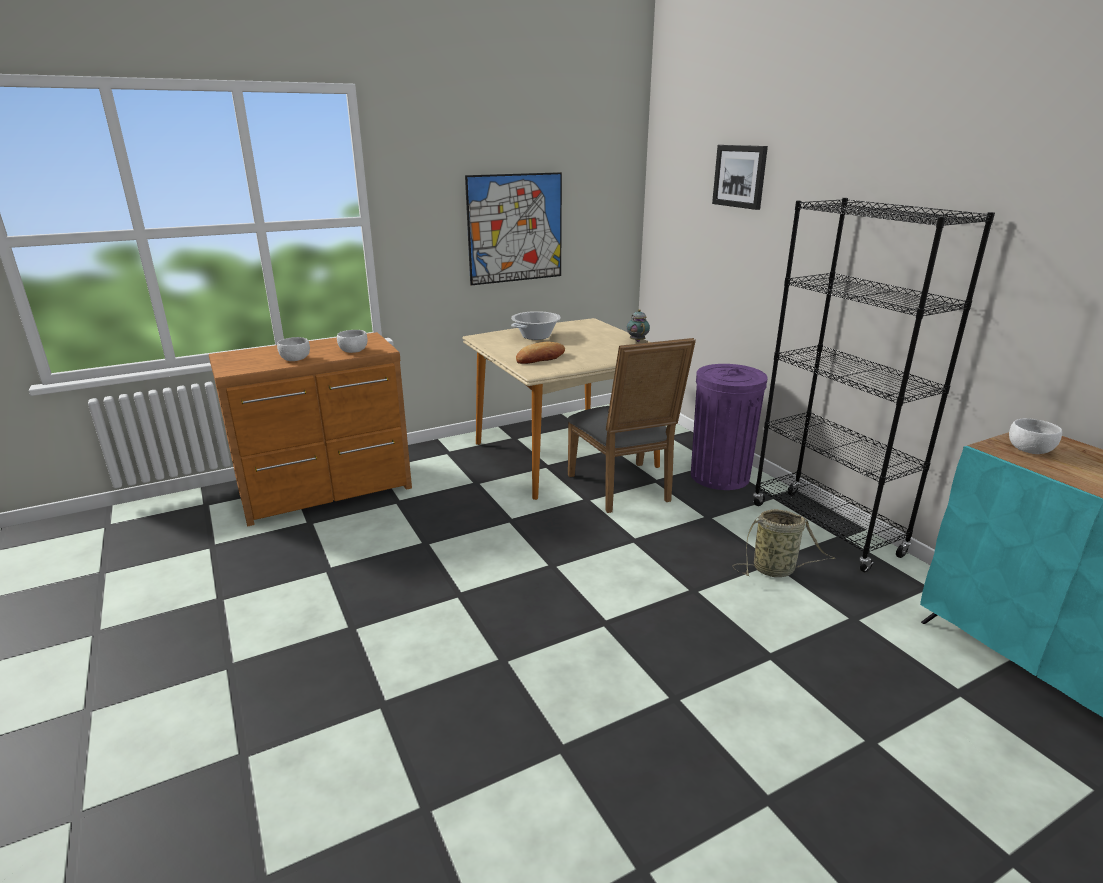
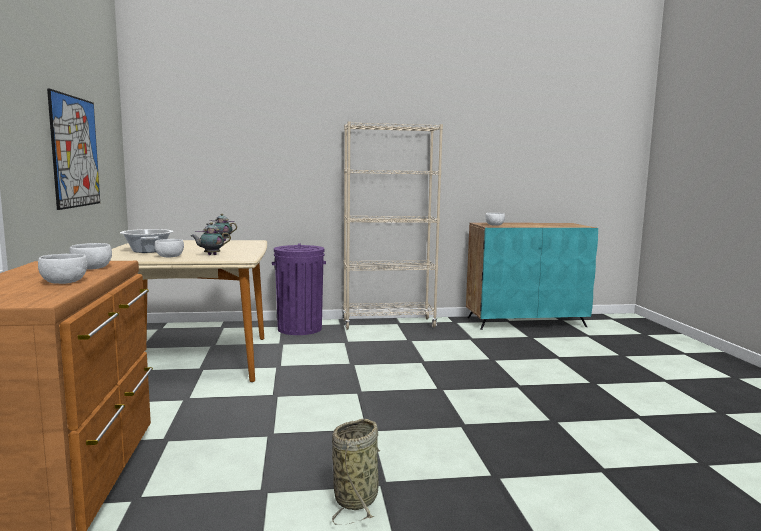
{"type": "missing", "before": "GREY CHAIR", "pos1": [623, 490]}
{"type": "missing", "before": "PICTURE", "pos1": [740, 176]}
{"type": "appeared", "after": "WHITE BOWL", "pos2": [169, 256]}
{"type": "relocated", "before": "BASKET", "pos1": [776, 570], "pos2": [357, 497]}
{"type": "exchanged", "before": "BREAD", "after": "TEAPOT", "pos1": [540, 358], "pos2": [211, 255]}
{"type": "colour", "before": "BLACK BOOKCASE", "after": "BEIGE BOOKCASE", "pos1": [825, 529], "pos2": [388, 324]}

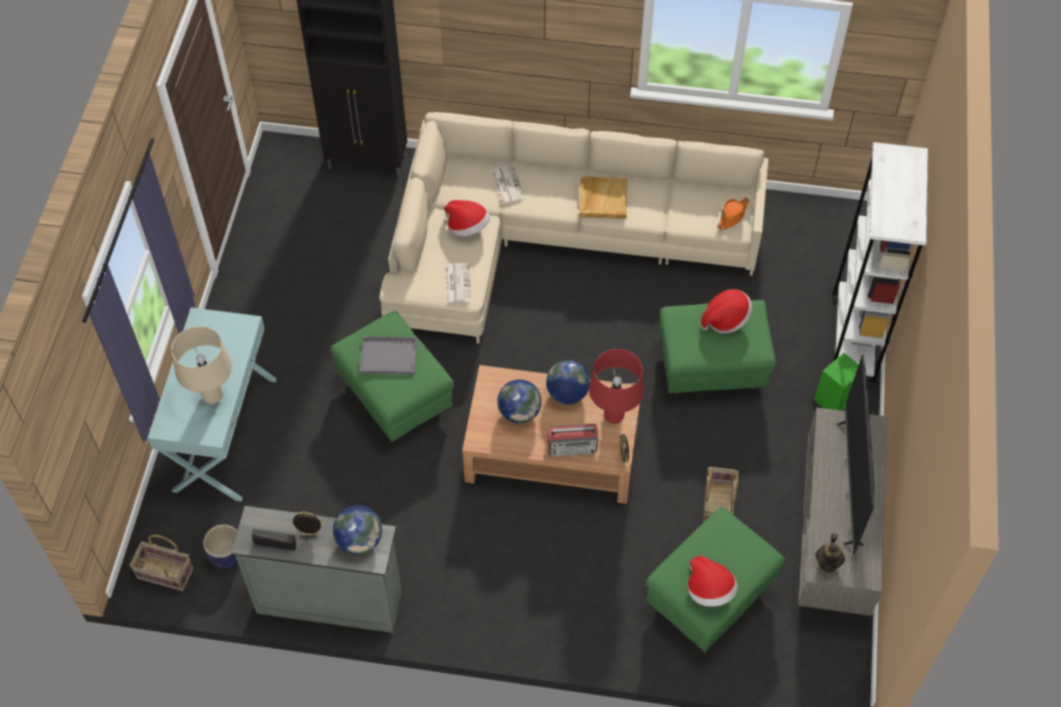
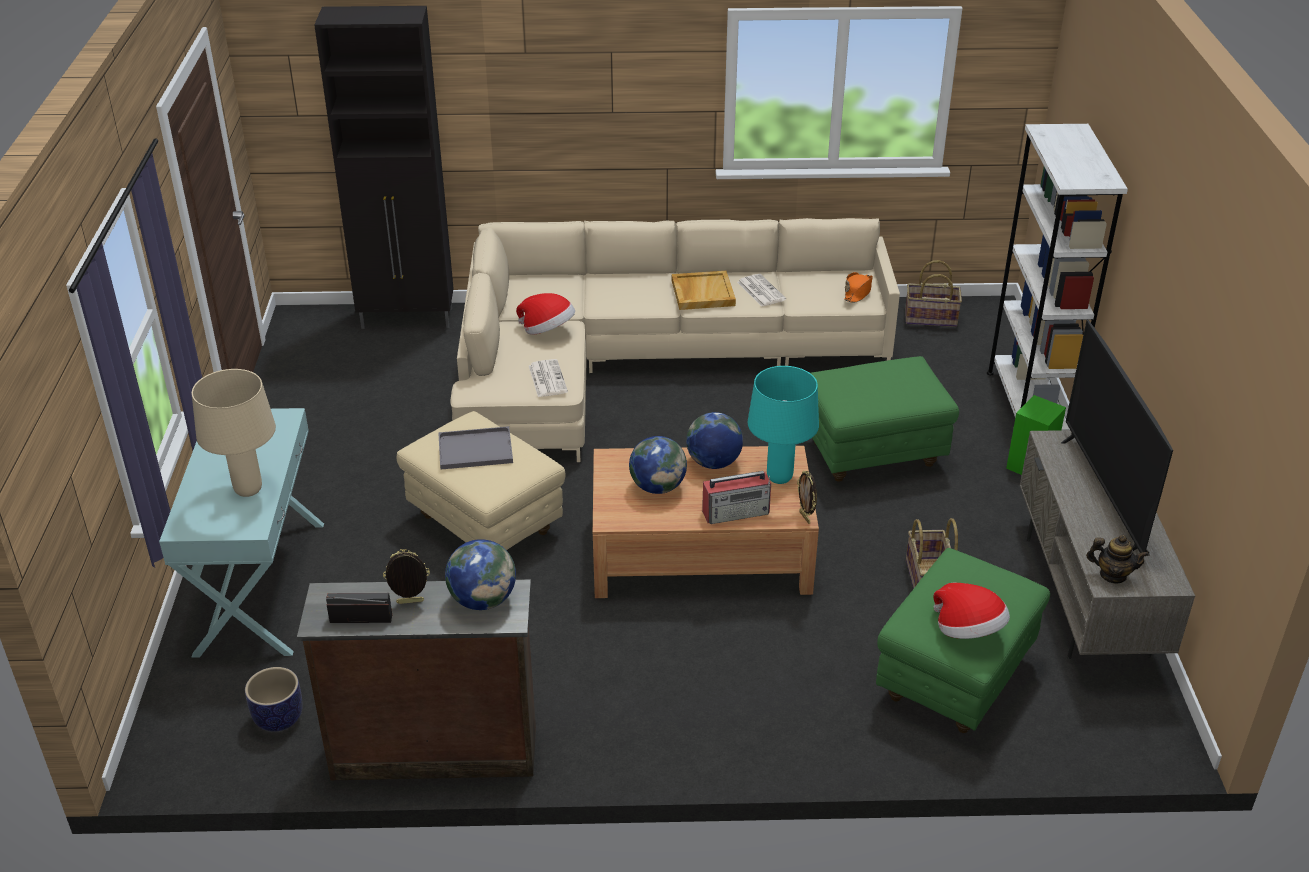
{"type": "missing", "before": "HAT", "pos1": [725, 319]}
{"type": "relocated", "before": "BASKET", "pos1": [164, 574], "pos2": [930, 319]}
{"type": "relocated", "before": "NEWSPAPER", "pos1": [507, 184], "pos2": [760, 291]}
{"type": "colour", "before": "GREY DRESSER", "after": "BROWN DRESSER", "pos1": [329, 600], "pos2": [434, 750]}
{"type": "colour", "before": "GREEN OTTOMAN", "after": "BEIGE OTTOMAN", "pos1": [395, 397], "pos2": [484, 524]}
{"type": "colour", "before": "RED TABLE LAMP", "after": "TURQUOISE TABLE LAMP", "pos1": [614, 417], "pos2": [780, 478]}
{"type": "spun", "before": "TEAPOT", "pos1": [828, 563], "pos2": [1112, 575], "turn": -75}

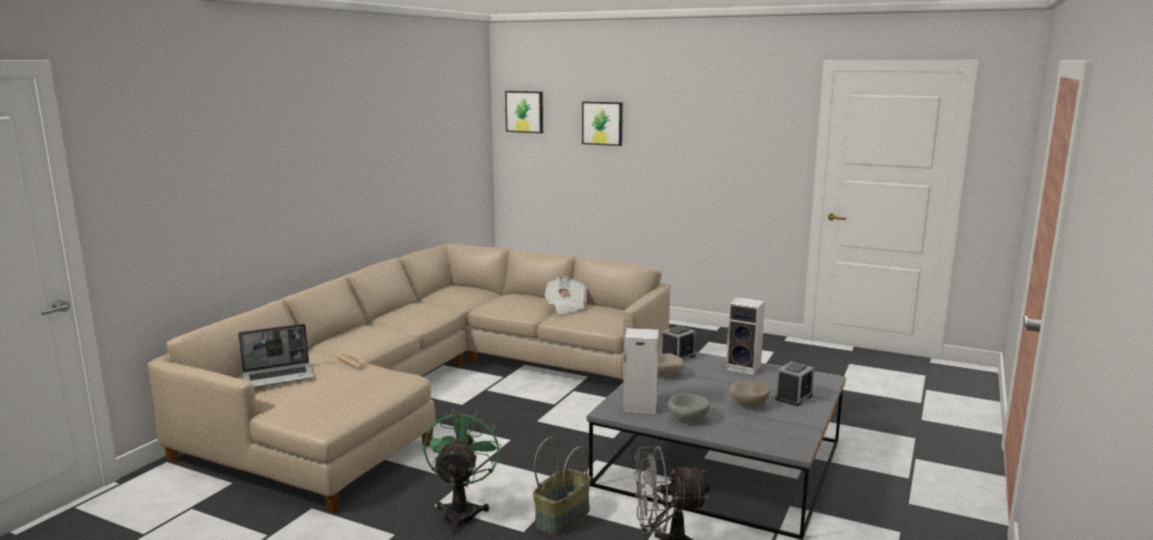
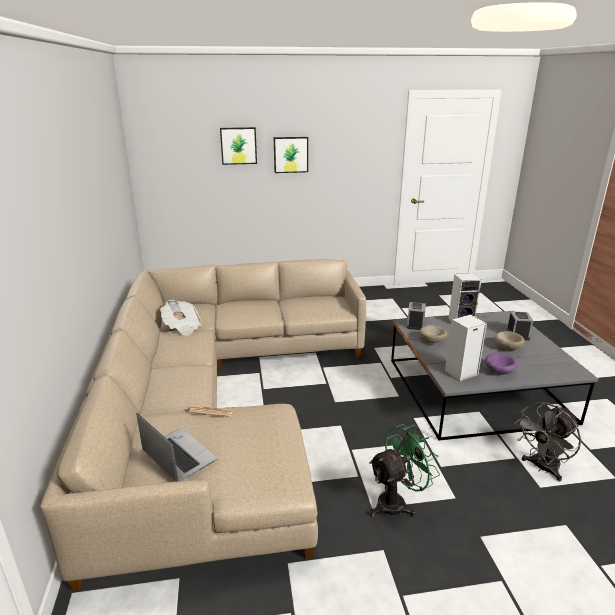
{"type": "missing", "before": "BASKET", "pos1": [562, 517]}
{"type": "relocated", "before": "PICTURE", "pos1": [525, 111], "pos2": [290, 154]}
{"type": "relocated", "before": "NEWSPAPER", "pos1": [565, 307], "pos2": [182, 327]}
{"type": "colour", "before": "GREY BOWL", "after": "PURPLE BOWL", "pos1": [687, 418], "pos2": [498, 371]}
{"type": "spun", "before": "LAPTOP", "pos1": [279, 377], "pos2": [178, 456], "turn": -75}
{"type": "spun", "before": "GREEN FAN", "pos1": [462, 511], "pos2": [397, 502], "turn": 90}

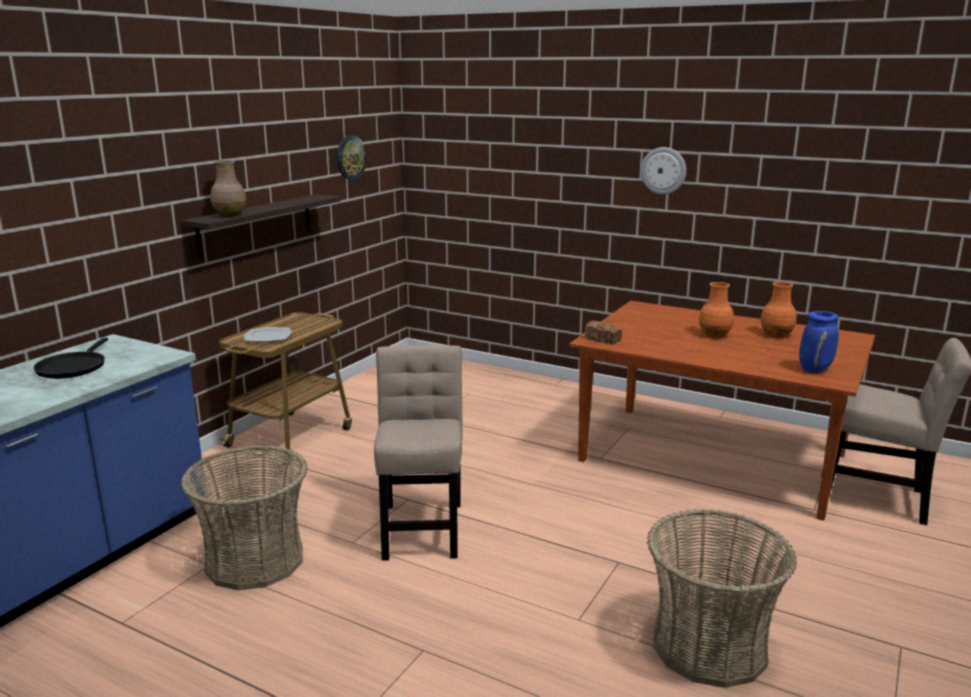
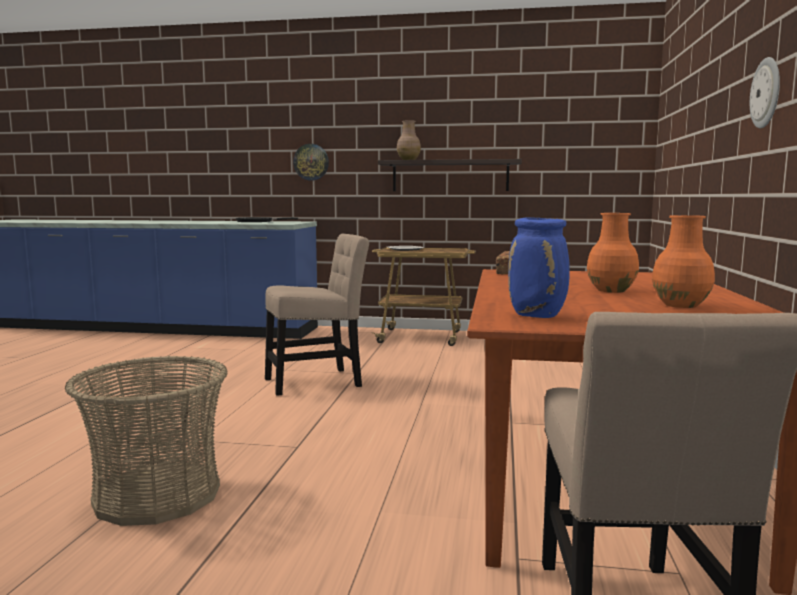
{"type": "missing", "before": "BASKET", "pos1": [254, 560]}
{"type": "relocated", "before": "WALL CLOCK", "pos1": [350, 157], "pos2": [311, 162]}

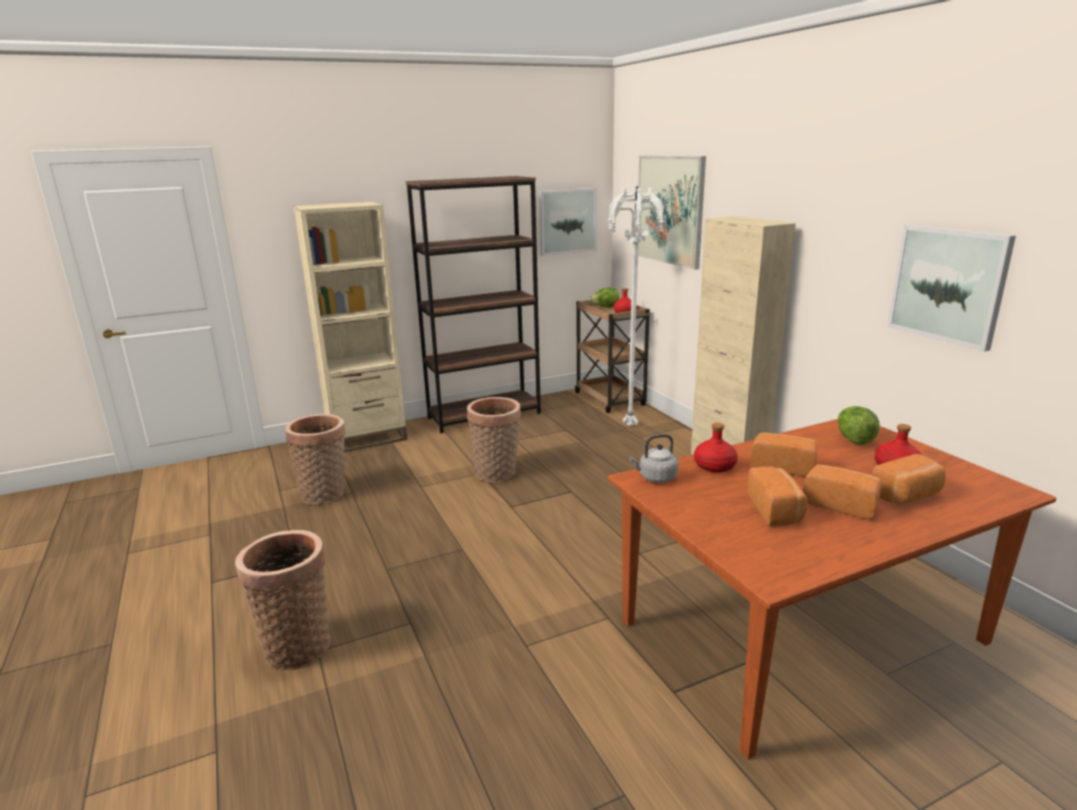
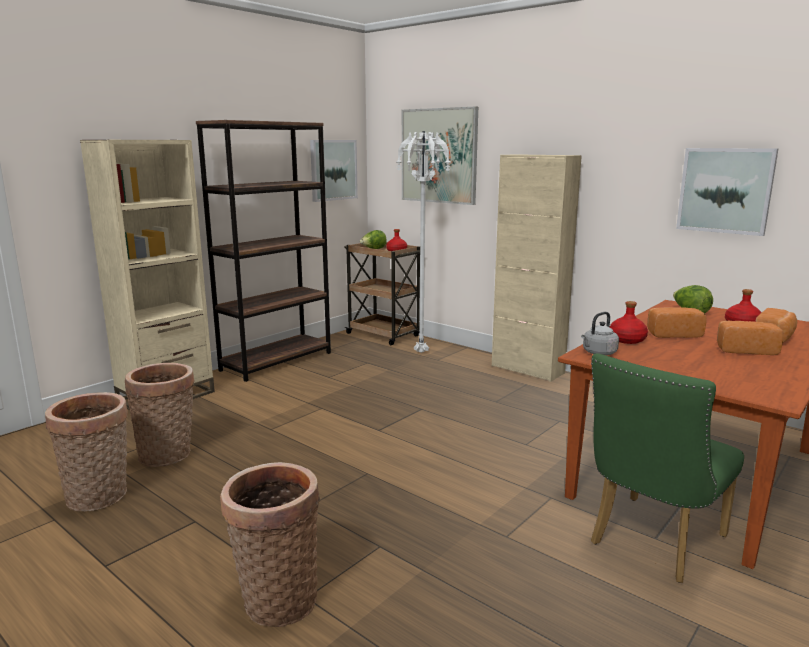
{"type": "missing", "before": "BREAD", "pos1": [776, 510]}
{"type": "appeared", "after": "GREEN CHAIR", "pos2": [651, 542]}
{"type": "relocated", "before": "BASKET", "pos1": [497, 474], "pos2": [100, 497]}

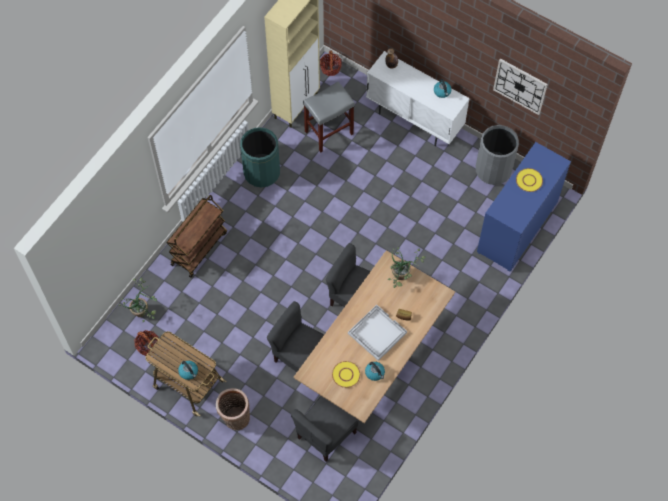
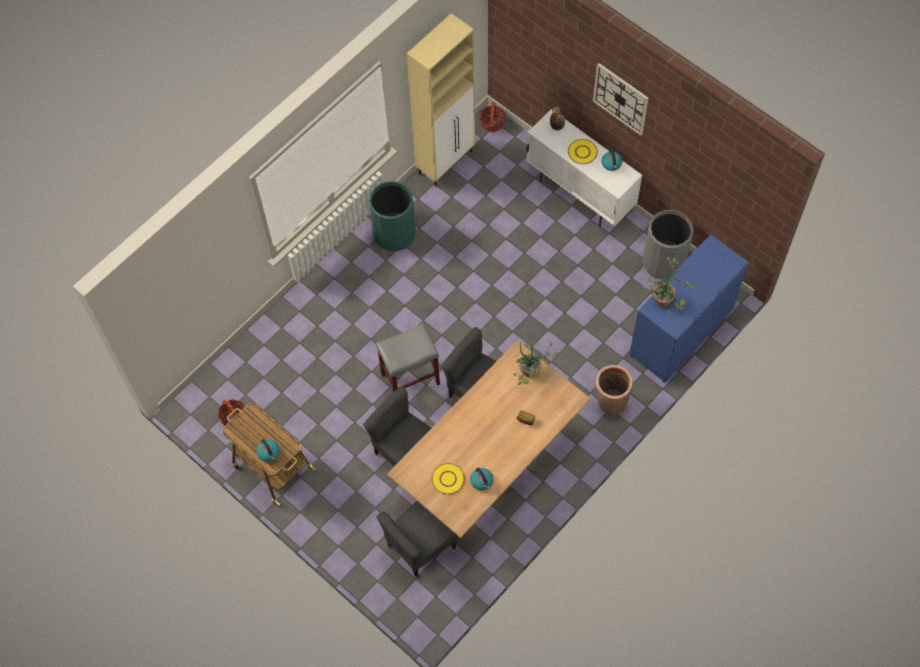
{"type": "missing", "before": "BROWN CART", "pos1": [199, 248]}
{"type": "missing", "before": "WHITE TRAY", "pos1": [376, 333]}
{"type": "relocated", "before": "POTTED PLANT", "pos1": [143, 311], "pos2": [667, 300]}
{"type": "relocated", "before": "BASKET", "pos1": [235, 418], "pos2": [610, 402]}
{"type": "relocated", "before": "GREY STOOL", "pos1": [328, 133], "pos2": [409, 379]}
{"type": "relocated", "before": "WALL CLOCK", "pos1": [520, 86], "pos2": [620, 98]}
{"type": "relocated", "before": "YELLOW PLATE", "pos1": [529, 180], "pos2": [582, 152]}

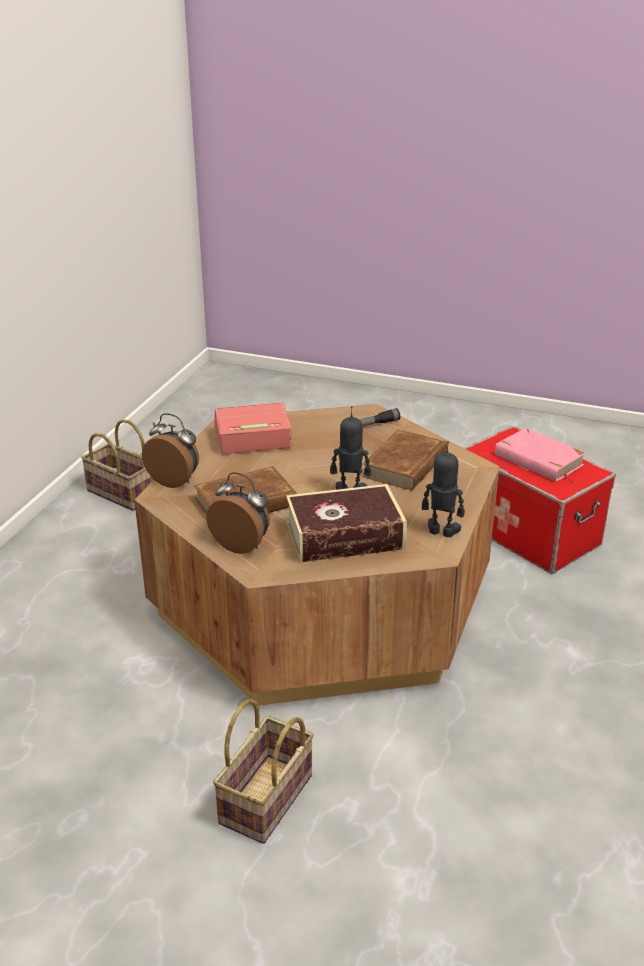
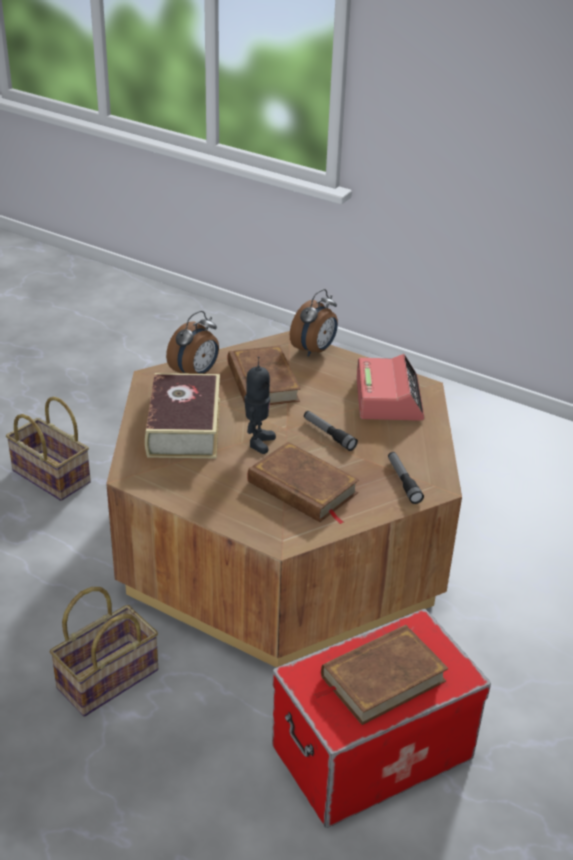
{"type": "missing", "before": "TOY ROBOT", "pos1": [441, 532]}
{"type": "appeared", "after": "FLASHLIGHT", "pos2": [328, 434]}
{"type": "relocated", "before": "BASKET", "pos1": [120, 493], "pos2": [108, 676]}
{"type": "colour", "before": "PINK BOOK", "after": "BROWN BOOK", "pos1": [539, 460], "pos2": [382, 678]}

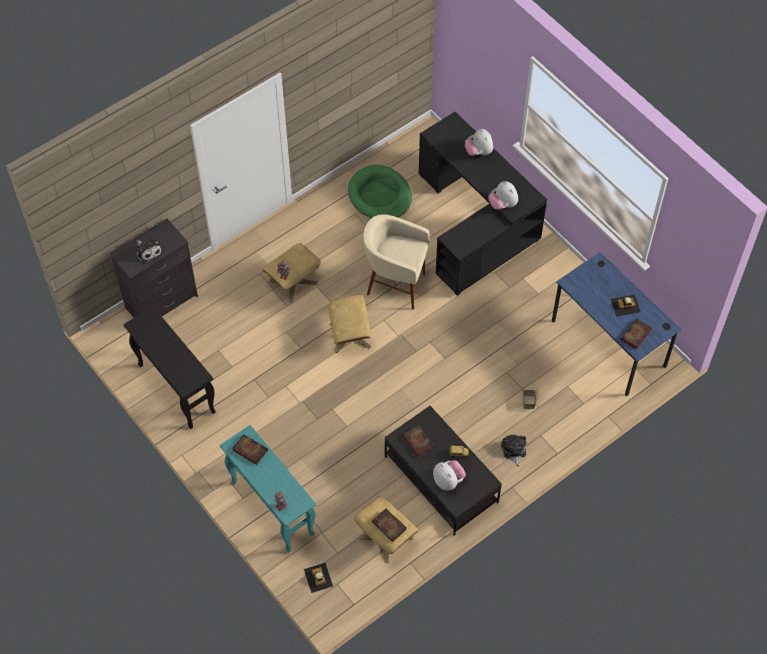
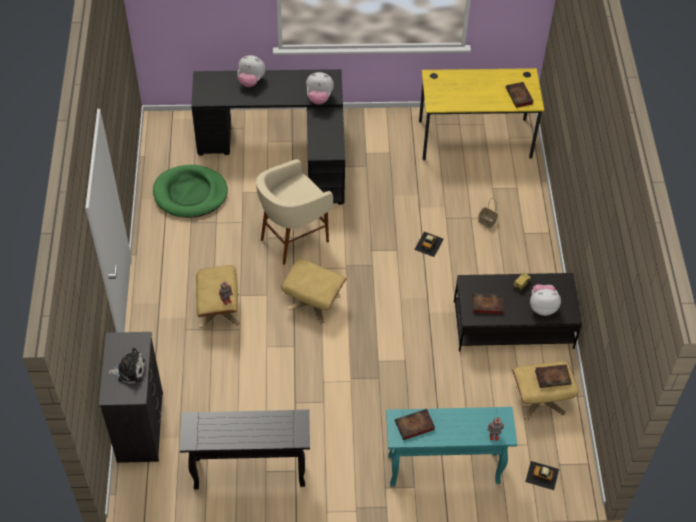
{"type": "missing", "before": "PLUSH TOY", "pos1": [513, 450]}
{"type": "relocated", "before": "TOY CAR", "pos1": [625, 305], "pos2": [429, 244]}
{"type": "colour", "before": "BLUE DESK", "after": "YELLOW DESK", "pos1": [608, 343], "pos2": [475, 139]}

